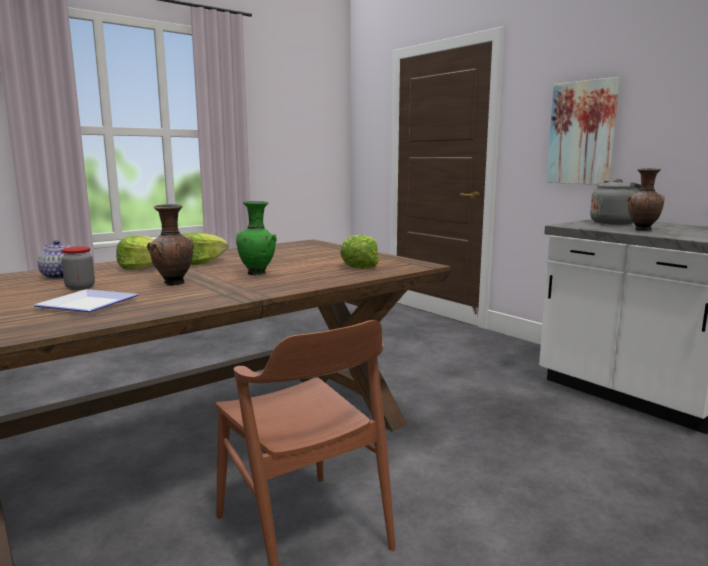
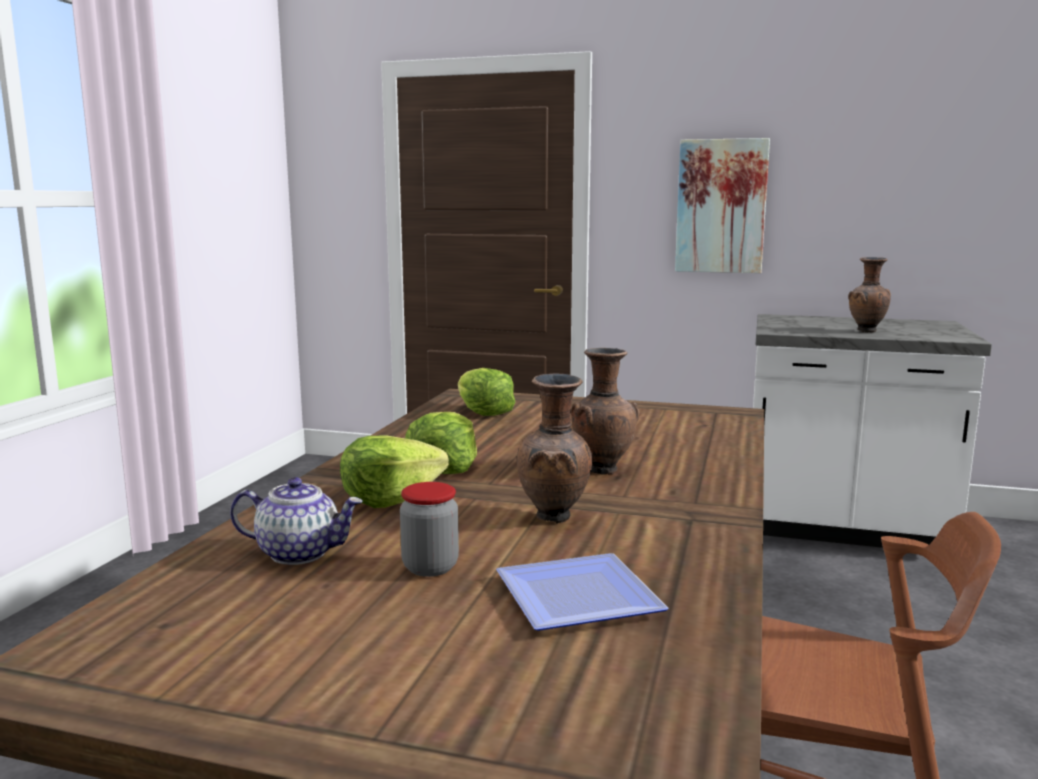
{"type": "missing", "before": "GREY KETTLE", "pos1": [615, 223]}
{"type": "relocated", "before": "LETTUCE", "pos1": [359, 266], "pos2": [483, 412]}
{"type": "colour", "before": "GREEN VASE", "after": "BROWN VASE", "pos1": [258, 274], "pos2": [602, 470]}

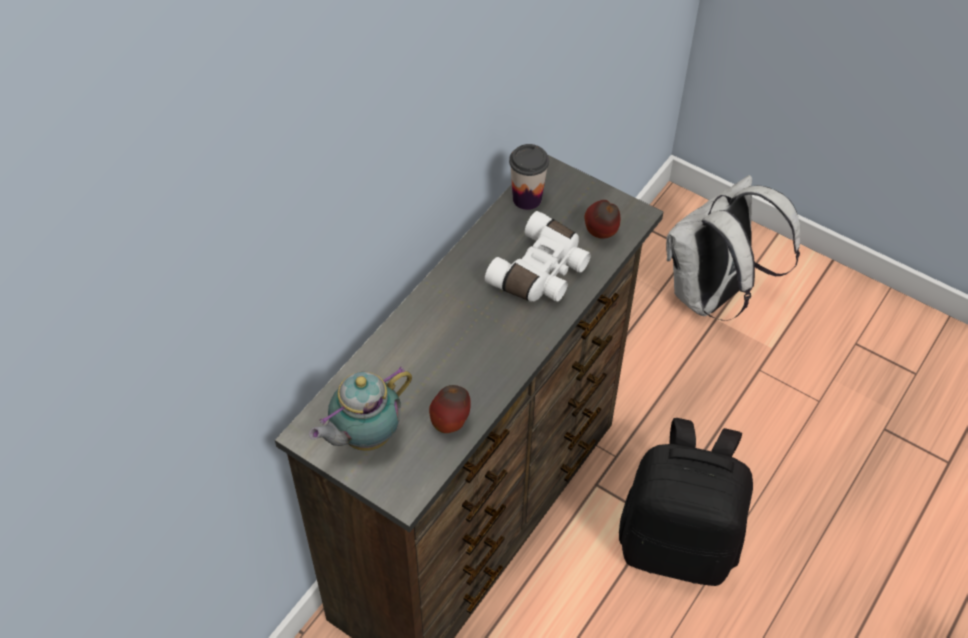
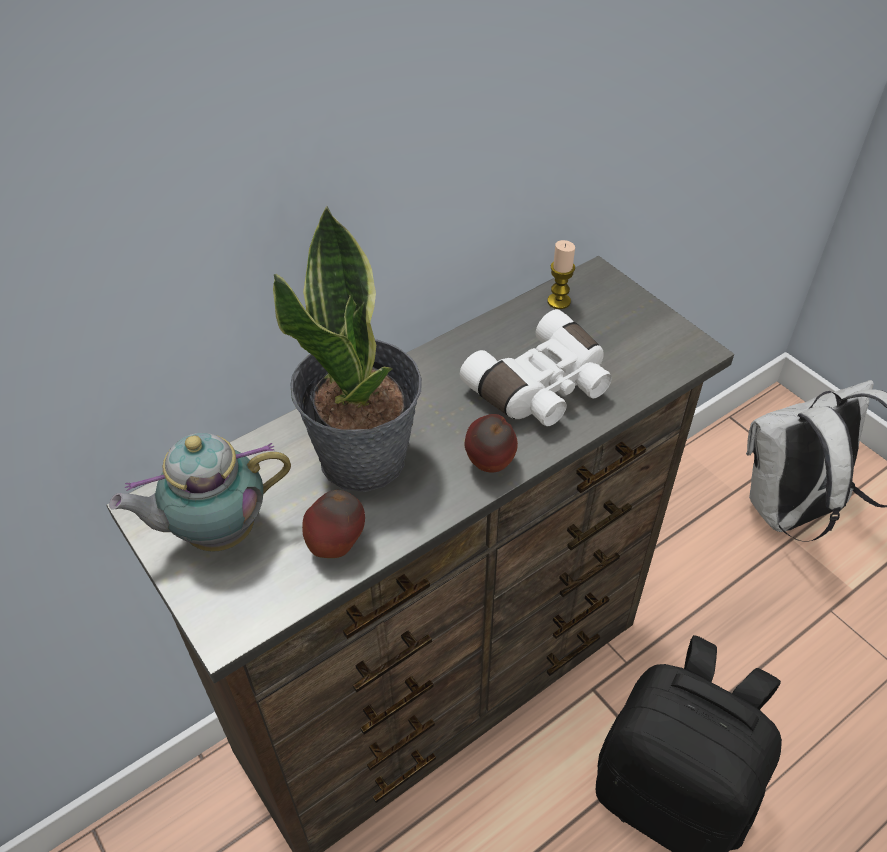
{"type": "appeared", "after": "POTTED PLANT", "pos2": [365, 458]}
{"type": "relocated", "before": "APPLE", "pos1": [601, 234], "pos2": [489, 465]}
{"type": "exchanged", "before": "CUP", "after": "CANDLE", "pos1": [527, 199], "pos2": [559, 301]}

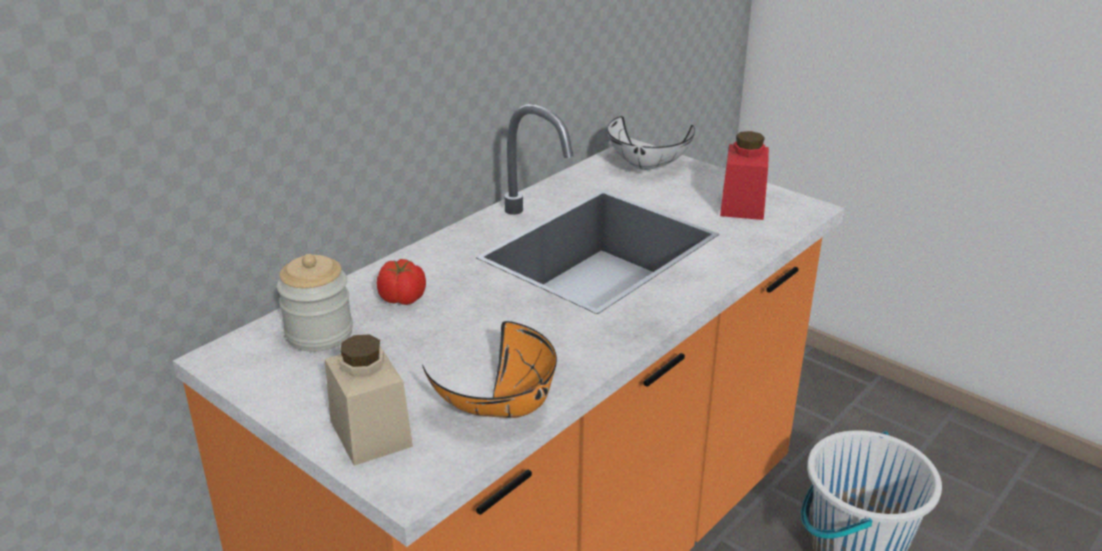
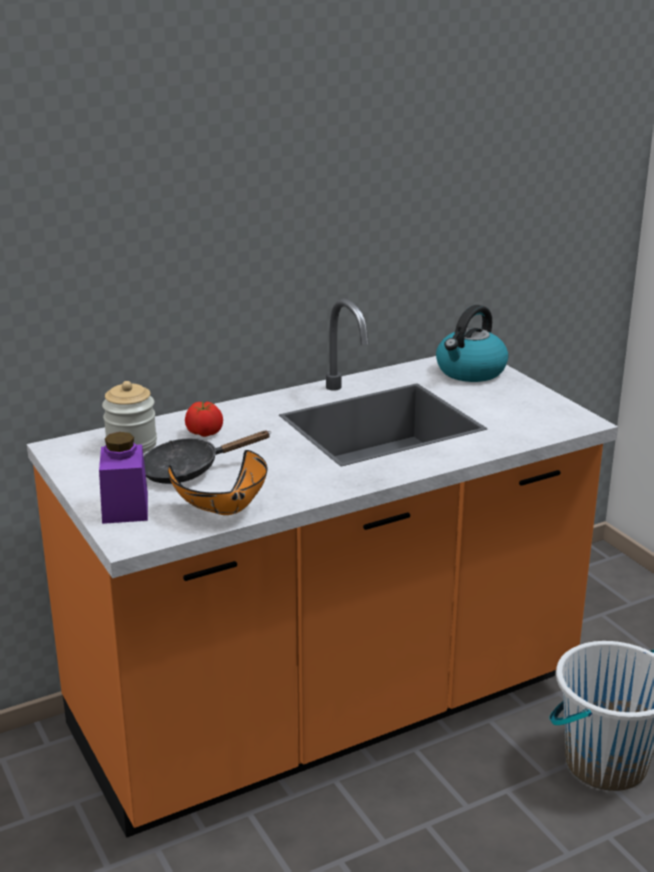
{"type": "missing", "before": "RED JAR", "pos1": [742, 206]}
{"type": "appeared", "after": "BLACK FRYING PAN", "pos2": [188, 470]}
{"type": "exchanged", "before": "WHITE BOWL", "after": "KETTLE", "pos1": [647, 167], "pos2": [470, 372]}
{"type": "colour", "before": "BEIGE JAR", "after": "PURPLE JAR", "pos1": [371, 433], "pos2": [125, 508]}

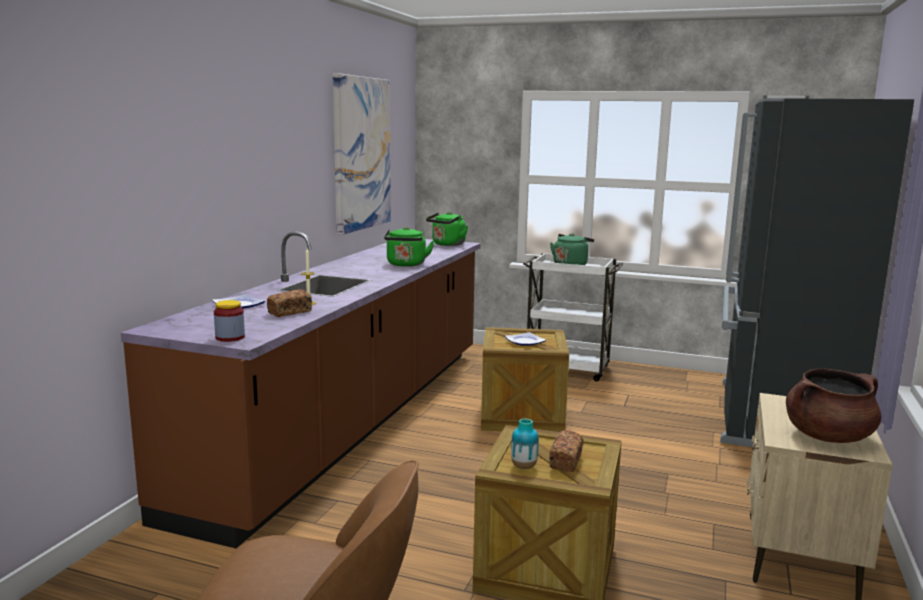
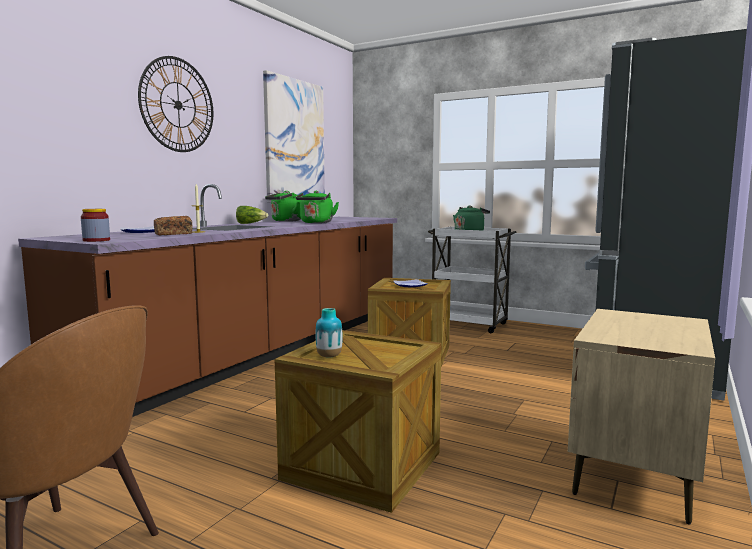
{"type": "missing", "before": "BREAD", "pos1": [566, 461]}
{"type": "missing", "before": "BROWN COOKING POT", "pos1": [828, 436]}
{"type": "appeared", "after": "WALL CLOCK", "pos2": [178, 105]}
{"type": "appeared", "after": "LETTUCE", "pos2": [250, 223]}
{"type": "relocated", "before": "GREEN KETTLE", "pos1": [447, 244], "pos2": [285, 221]}

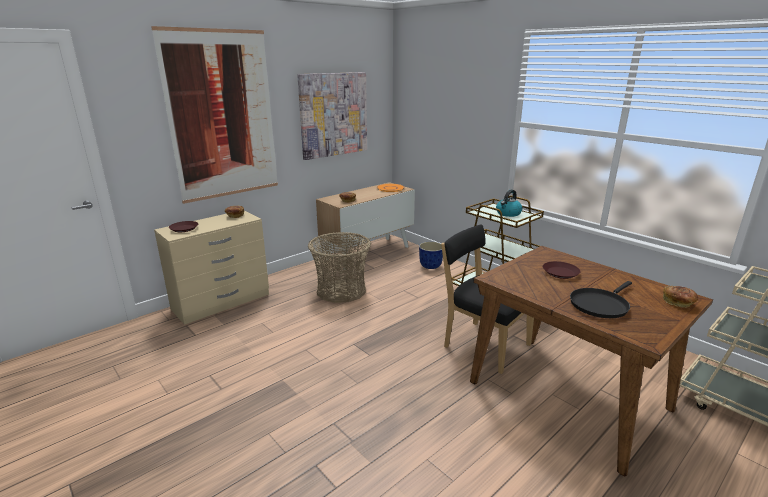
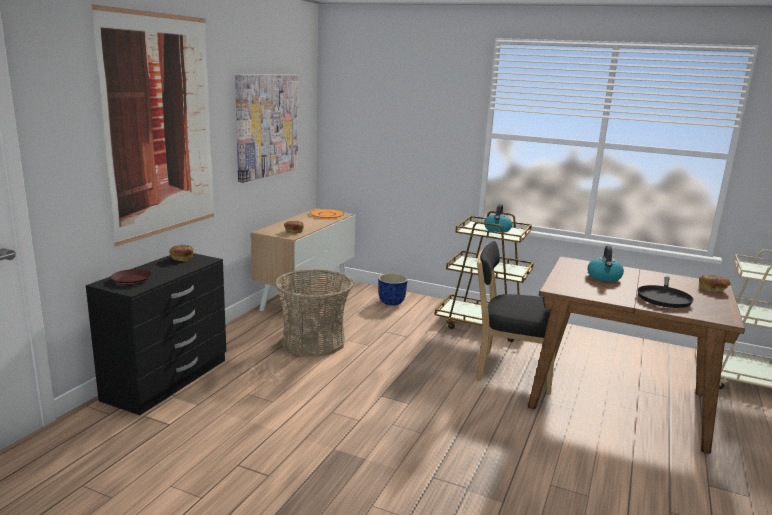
{"type": "exchanged", "before": "BROWN PLATE", "after": "KETTLE", "pos1": [560, 273], "pos2": [604, 277]}
{"type": "colour", "before": "BEIGE DRESSER", "after": "BLACK DRESSER", "pos1": [222, 302], "pos2": [168, 379]}

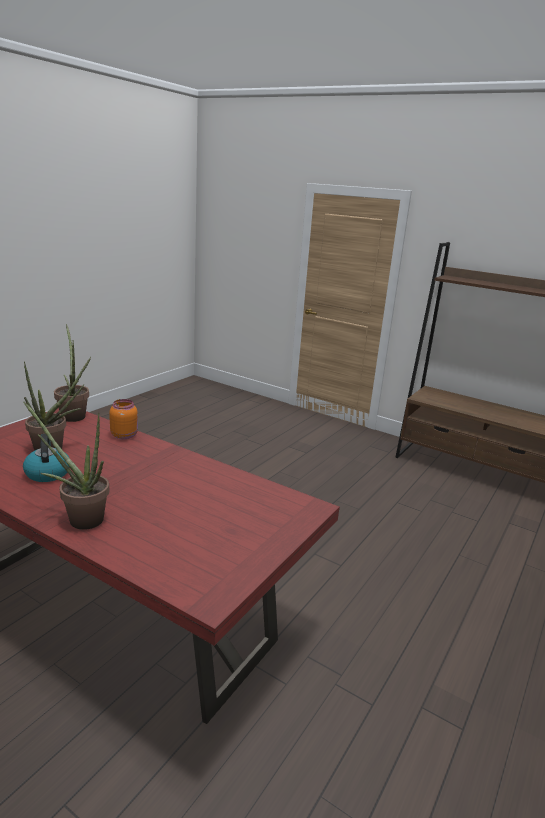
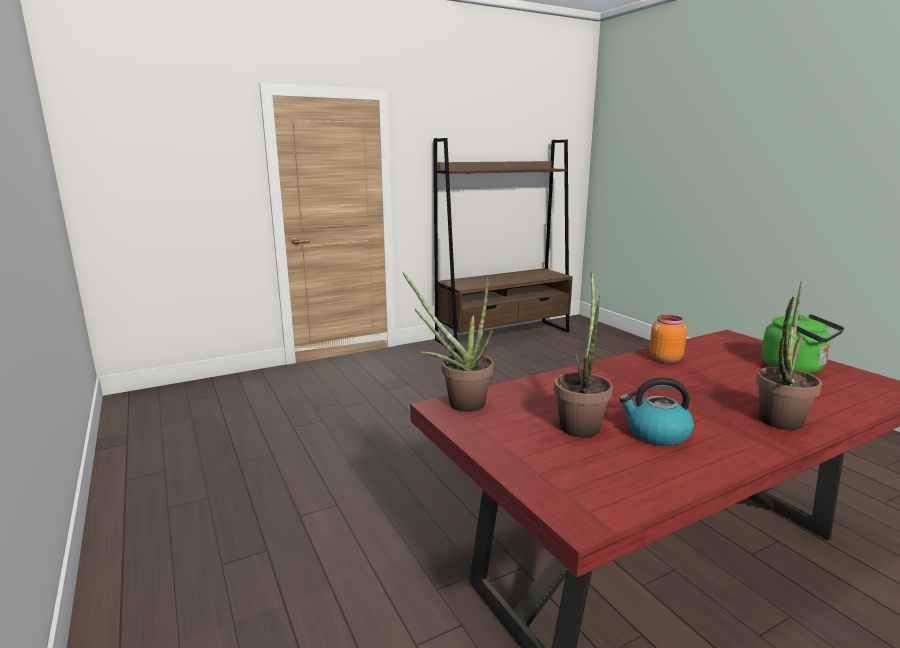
{"type": "appeared", "after": "GREEN KETTLE", "pos2": [796, 368]}
{"type": "relocated", "before": "ORANGE JAR", "pos1": [124, 435], "pos2": [664, 359]}

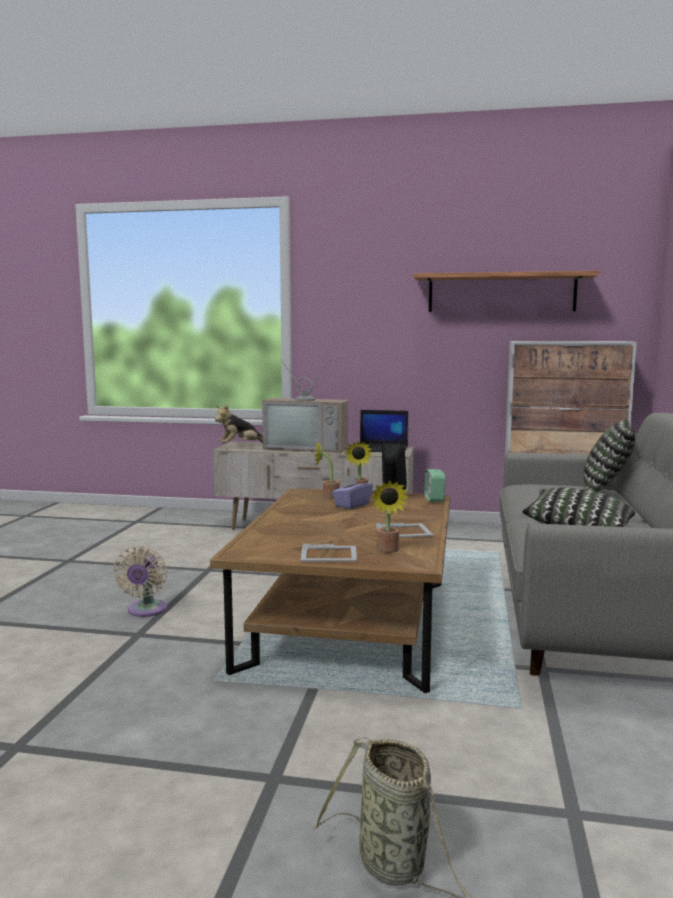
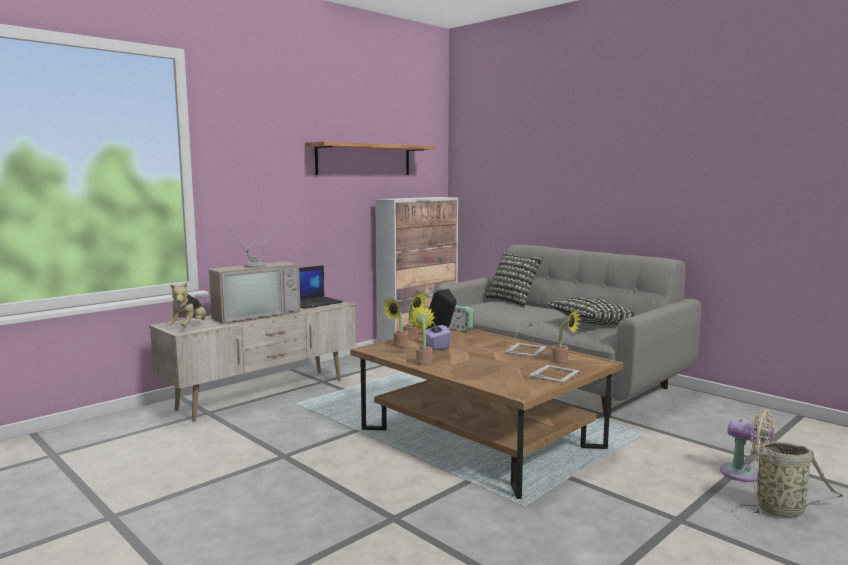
{"type": "appeared", "after": "POTTED PLANT", "pos2": [423, 362]}
{"type": "relocated", "before": "BEIGE FAN", "pos1": [146, 611], "pos2": [745, 474]}

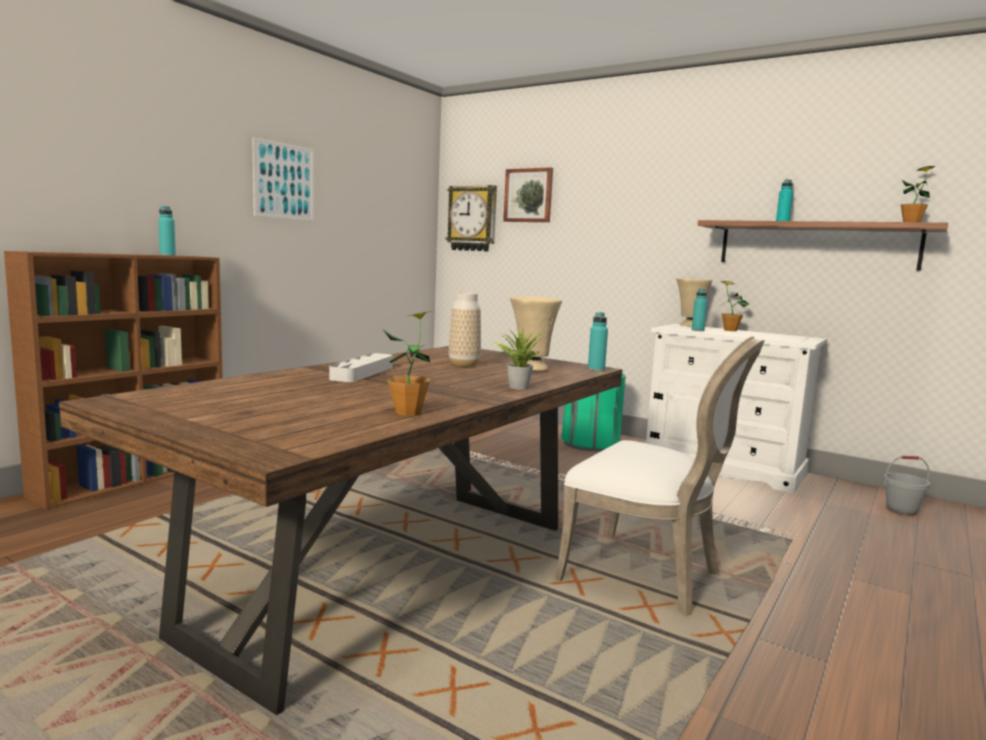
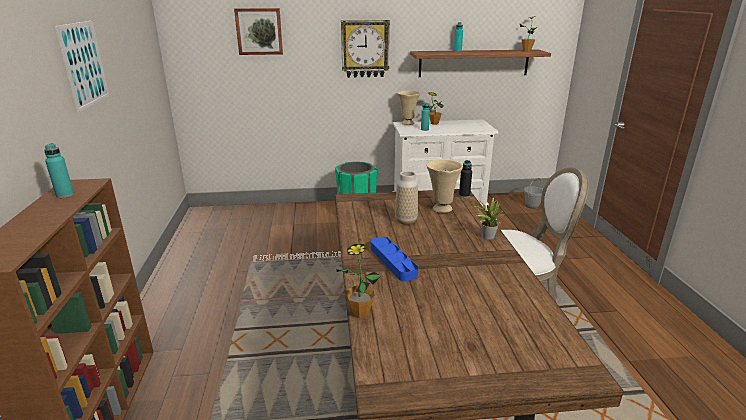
{"type": "relocated", "before": "POTTED PLANT", "pos1": [408, 412], "pos2": [360, 312]}
{"type": "relocated", "before": "WALL CLOCK", "pos1": [472, 218], "pos2": [365, 49]}
{"type": "colour", "before": "GREY TRAY", "after": "BLUE TRAY", "pos1": [362, 373], "pos2": [393, 261]}
{"type": "colour", "before": "TURQUOISE BOTTLE", "after": "BLACK BOTTLE", "pos1": [596, 369], "pos2": [464, 195]}

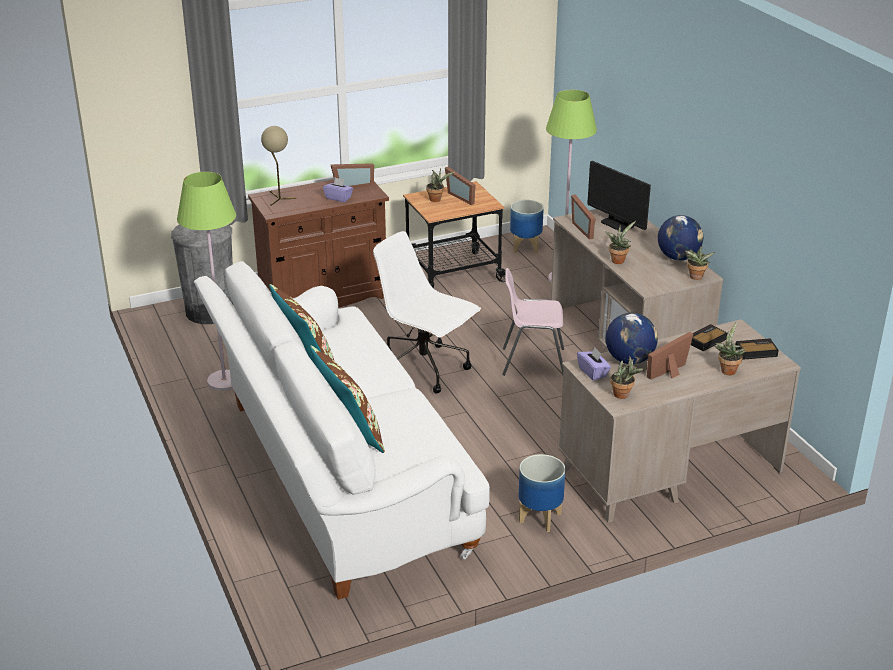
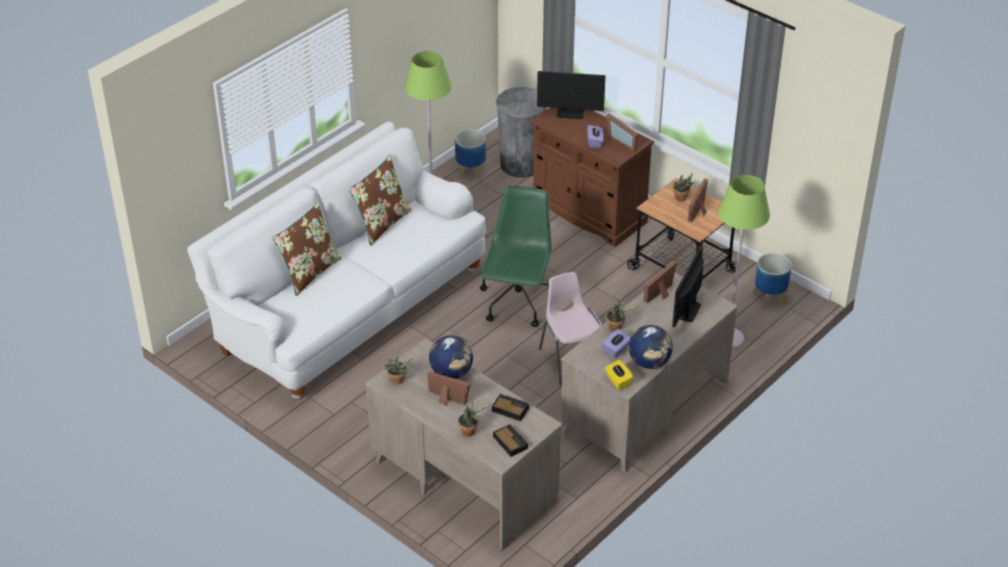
{"type": "relocated", "before": "PLANTER", "pos1": [539, 518], "pos2": [470, 172]}
{"type": "relocated", "before": "PURPLE TISSUE BOX", "pos1": [593, 372], "pos2": [616, 350]}
{"type": "exchanged", "before": "BEIGE TABLE LAMP", "after": "MONITOR", "pos1": [278, 198], "pos2": [570, 113]}
{"type": "exchanged", "before": "POTTED PLANT", "after": "YELLOW TISSUE BOX", "pos1": [695, 277], "pos2": [618, 381]}
{"type": "colour", "before": "WHITE OFFICE CHAIR", "after": "GREEN OFFICE CHAIR", "pos1": [425, 369], "pos2": [518, 303]}

